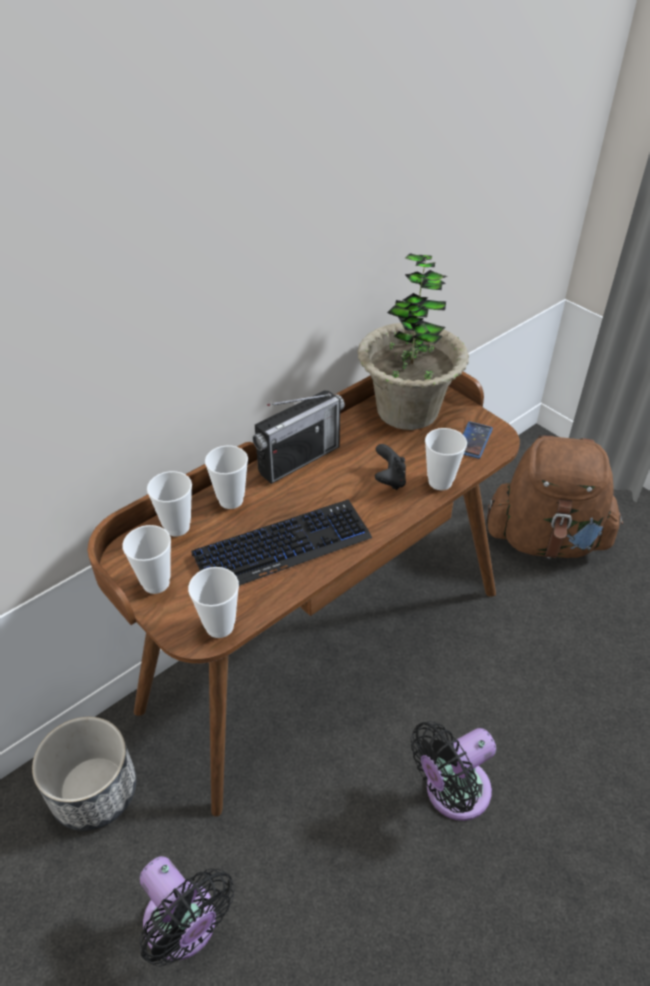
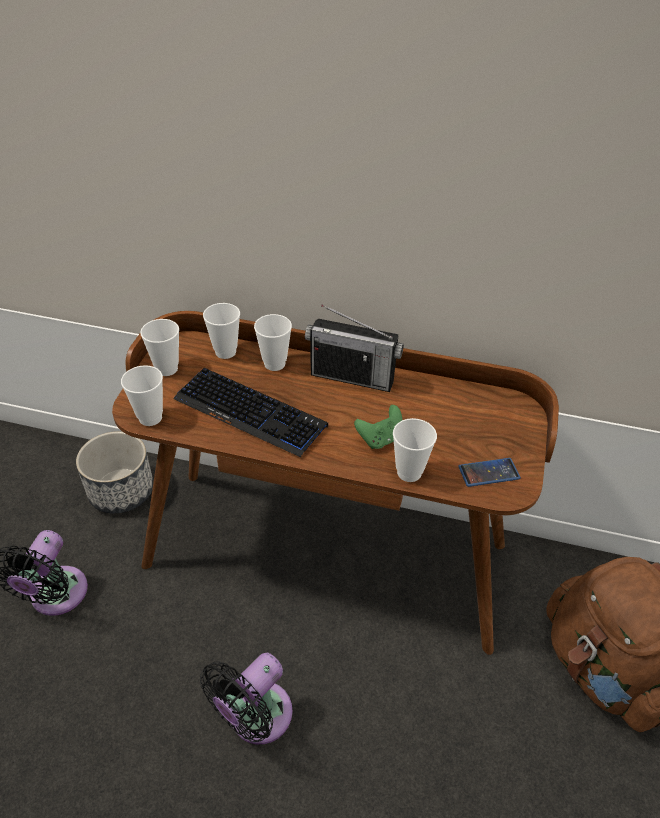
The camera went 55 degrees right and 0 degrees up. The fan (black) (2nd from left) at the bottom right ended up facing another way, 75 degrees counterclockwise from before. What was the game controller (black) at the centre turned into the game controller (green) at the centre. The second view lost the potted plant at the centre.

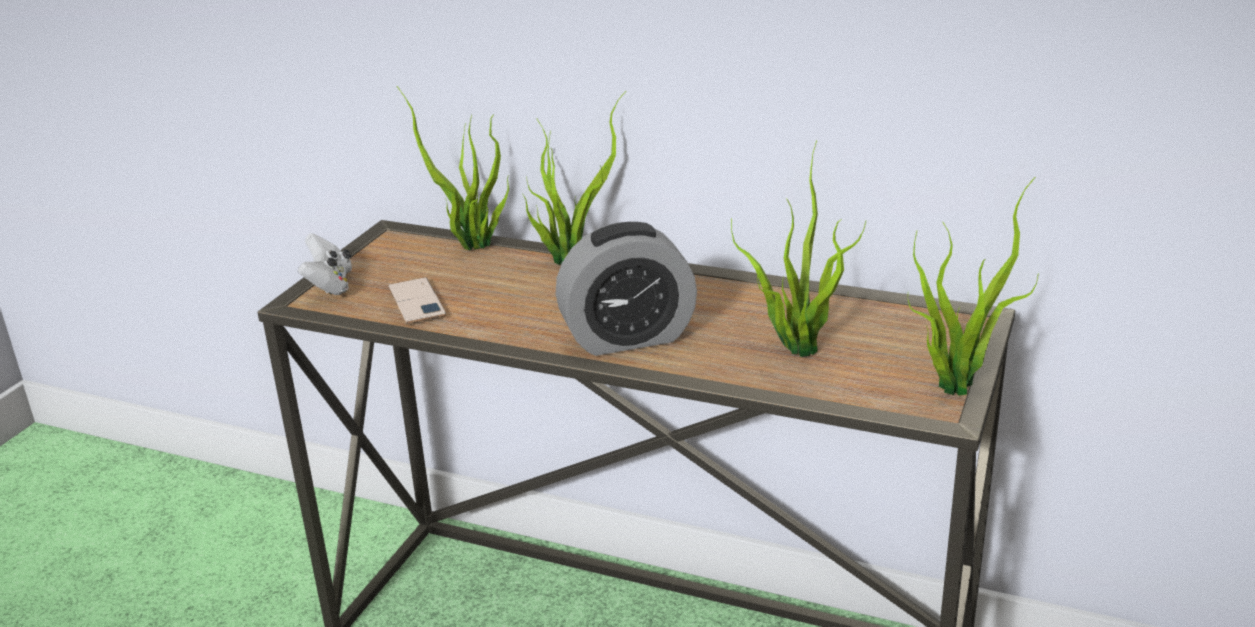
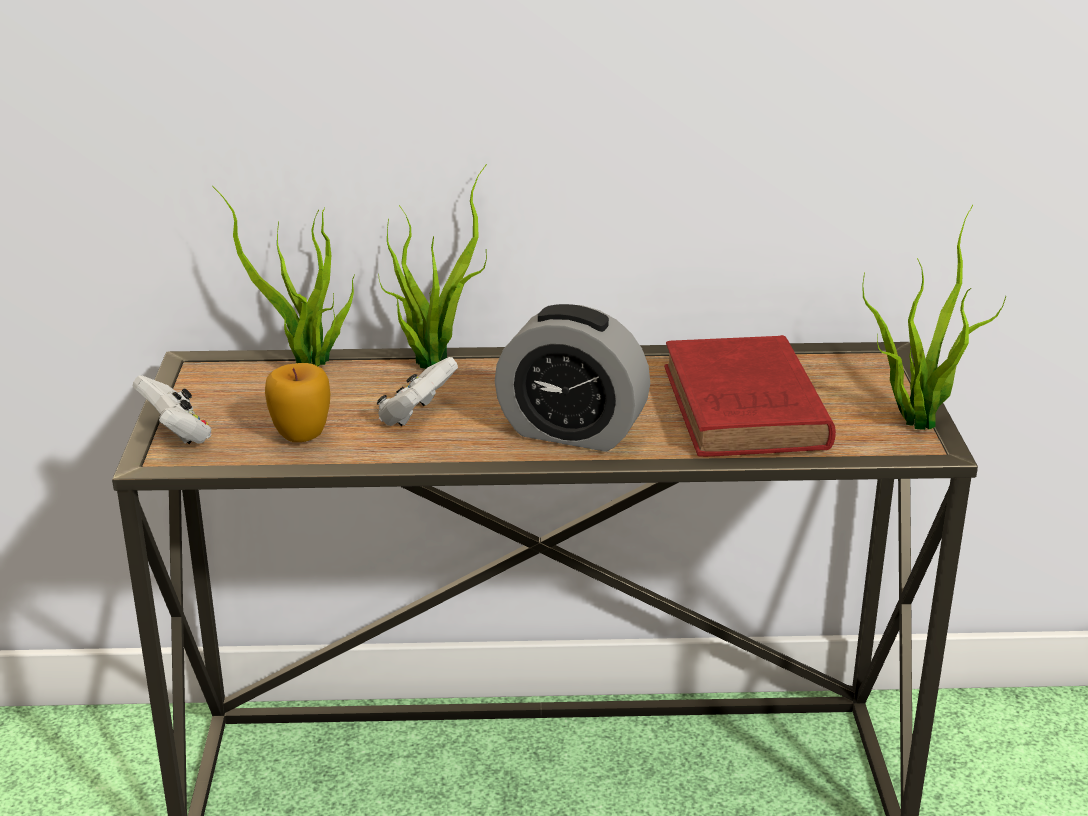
The camera went 25 degrees left and 0 degrees up. Where the phone stood at the middle left, the apple came to stand at the middle left. The second view gained the game controller (white) (2nd from left) at the centre. The alarm clock at the centre ended up facing another way, 60 degrees clockwise from before. Where the potted plant (3rd from left) stood at the centre, the book (red) came to stand at the middle right.

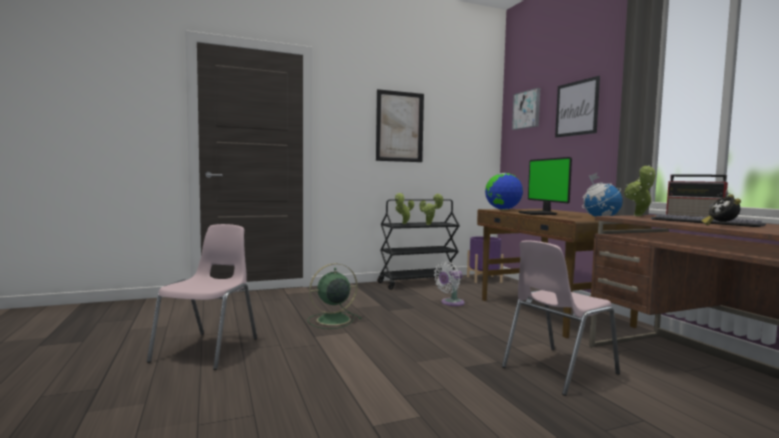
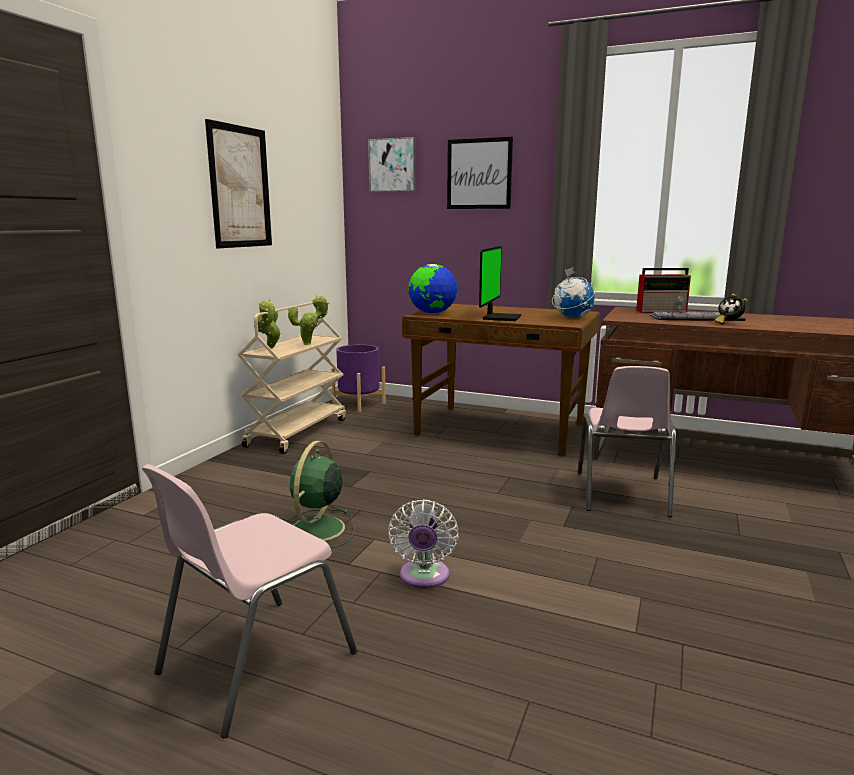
The camera went 45 degrees left and 10 degrees up. The chair (pink) (1st from left) at the bottom left ended up facing another way, 105 degrees counterclockwise from before. What was the cart (black) at the centre turned into the cart (beige) at the centre. The fan (white) ended up elsewhere, having gone from the centre to the bottom centre. The monitor at the middle right ended up facing another way, 105 degrees counterclockwise from before. The second view lost the potted plant (3rd from left) at the middle right.

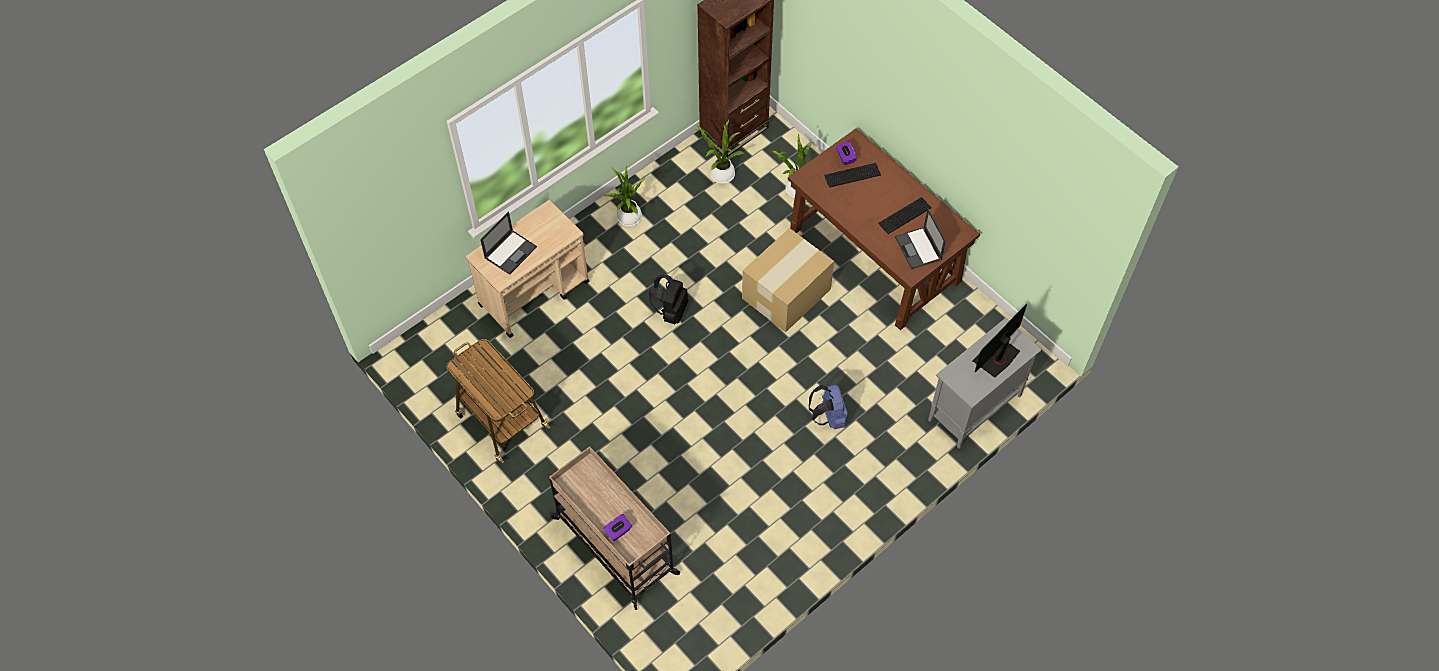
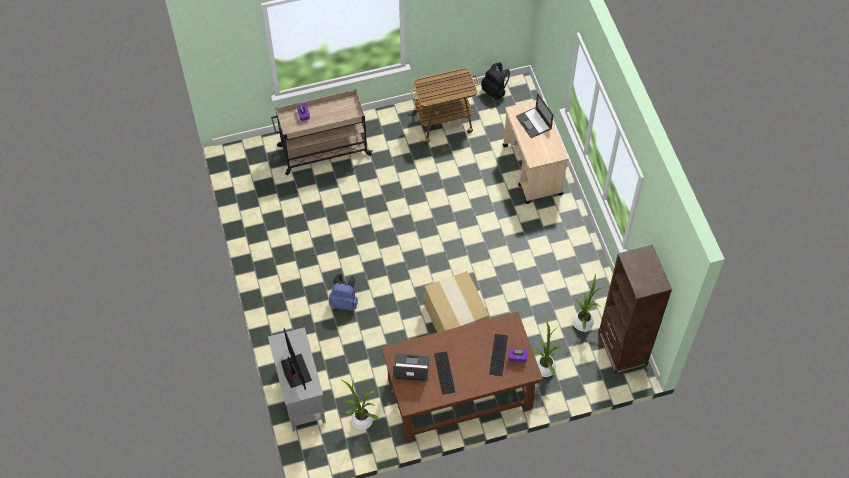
The camera went 115 degrees right and 0 degrees up. The potted plant (1st from left) ended up elsewhere, having gone from the top centre to the bottom centre. The backpack (black) ended up elsewhere, having gone from the centre to the top centre.

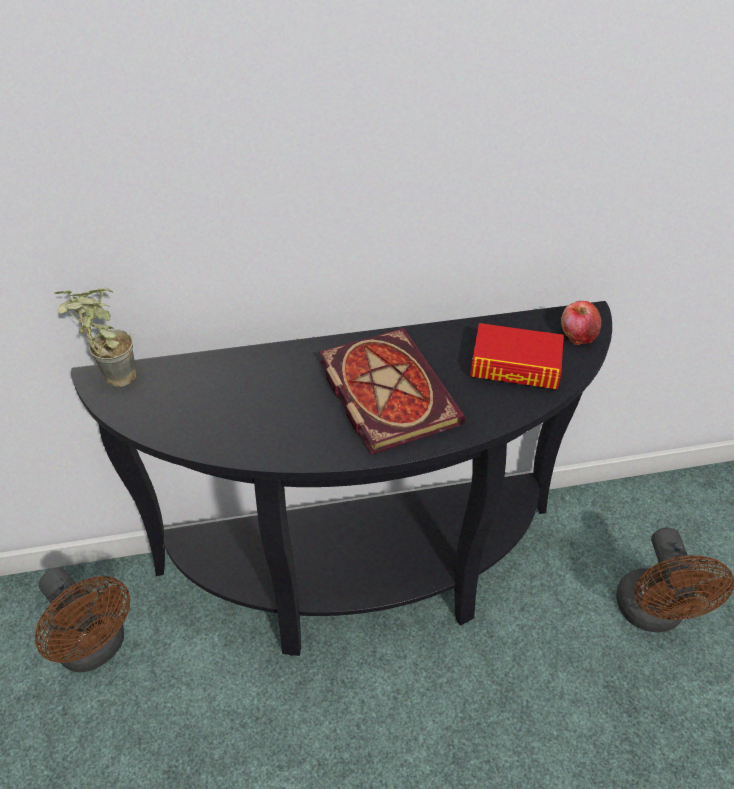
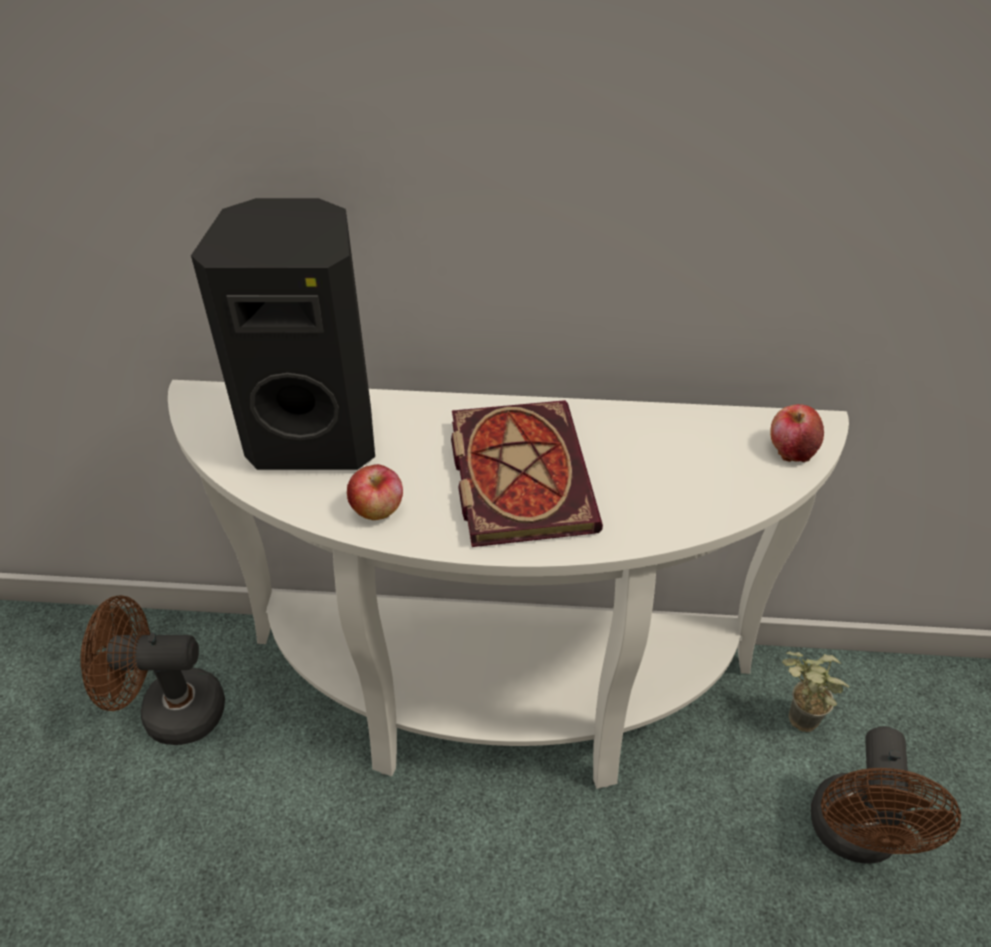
The camera went 15 degrees right and 0 degrees up. The fan (brown) (1st from left) at the bottom left ended up facing another way, 120 degrees clockwise from before. What was the console table (black) at the centre turned into the console table (white) at the centre. The second view gained the speaker (black) at the middle left. The second view gained the apple (1st from left) at the centre. The potted plant ended up elsewhere, having gone from the middle left to the bottom right. The second view lost the book (2nd from left) at the middle right.

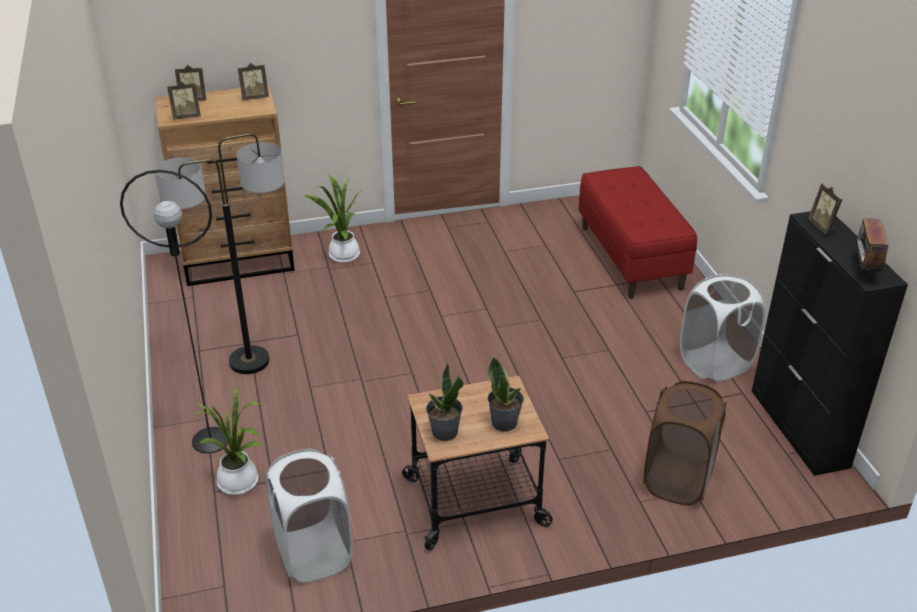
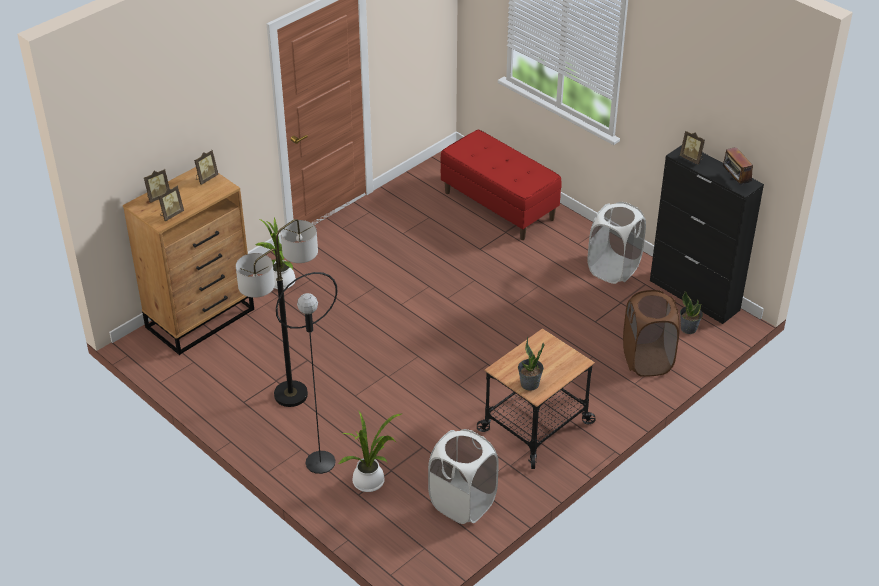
The camera went 30 degrees left and 5 degrees up. The potted plant (4th from left) ended up elsewhere, having gone from the centre to the middle right.

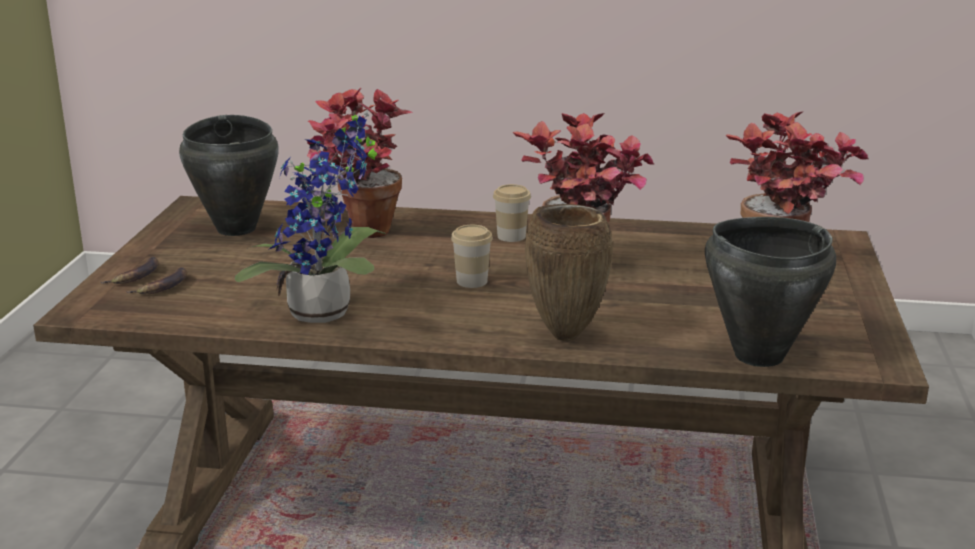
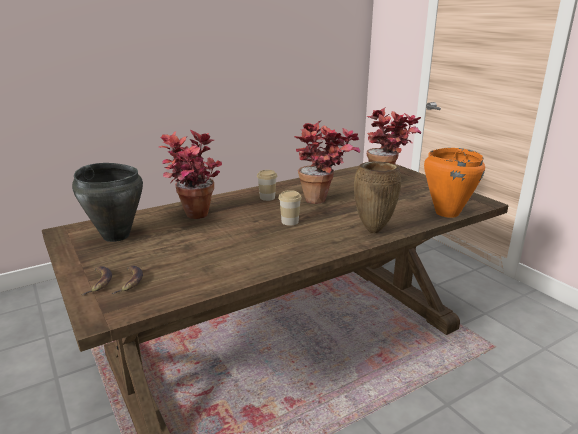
The camera went 40 degrees left and 0 degrees up. What was the cooking pot (black) (2nd from left) at the middle right turned into the cooking pot (orange) at the middle right. The second view lost the potted plant (1st from left) at the middle left.

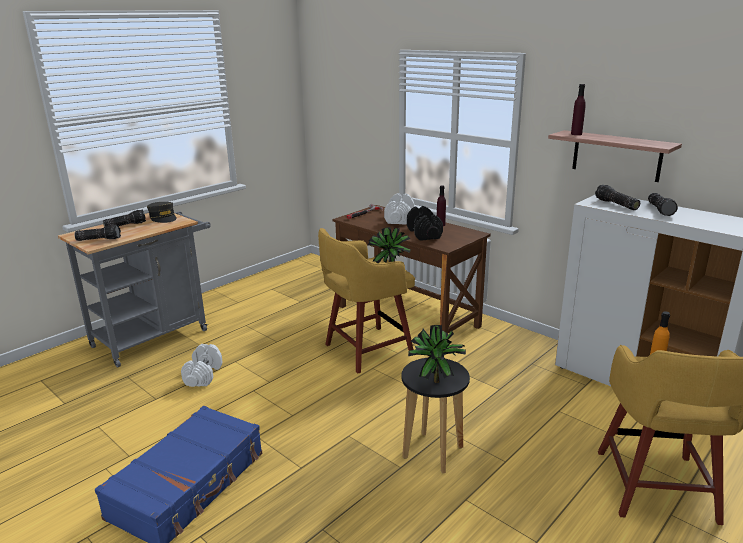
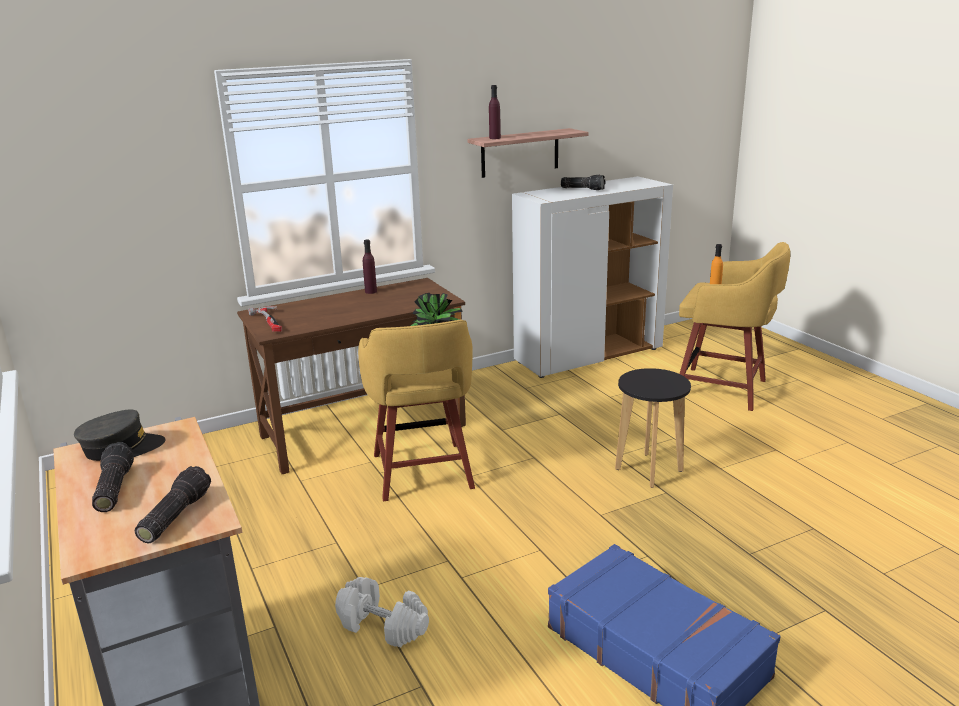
The camera went 70 degrees left and 0 degrees up. The second view lost the dumbbell (white) (2nd from left) at the centre. The second view lost the dumbbell (black) at the centre. The second view lost the potted plant (2nd from left) at the centre. The second view lost the flashlight (3rd from left) at the middle right.

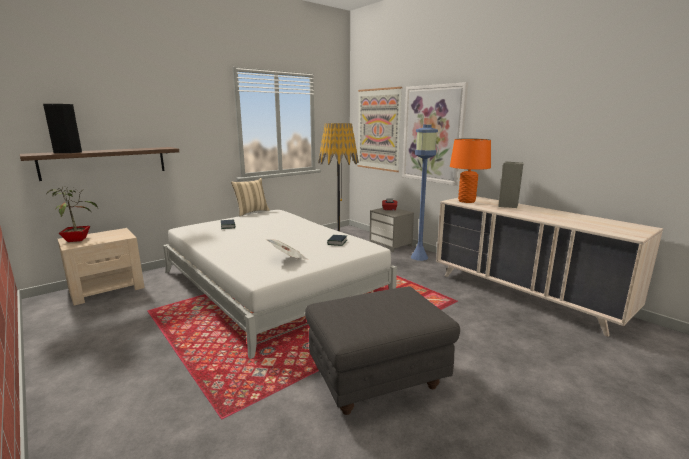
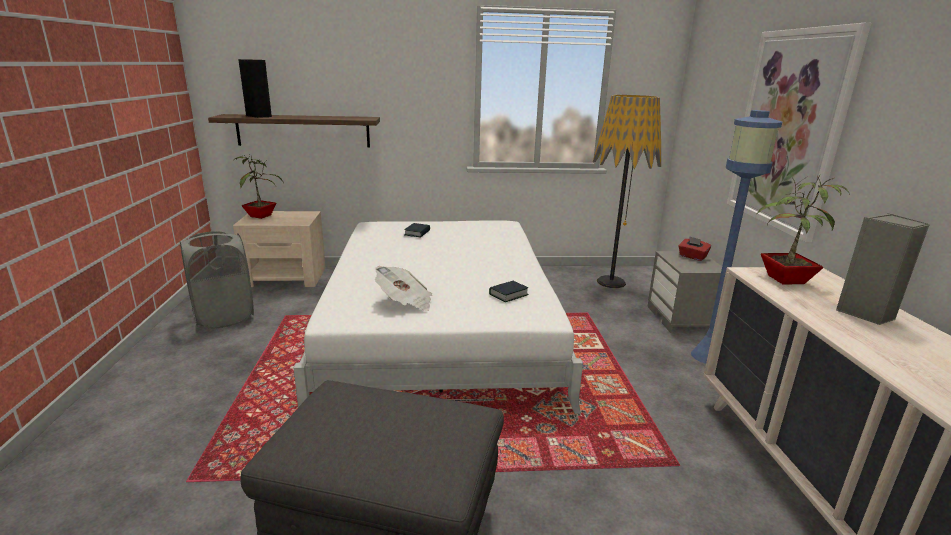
The camera went 35 degrees right and 5 degrees up. The second view gained the laundry basket (grey) at the middle left. Where the table lamp (orange) stood at the middle right, the potted plant (2nd from left) came to stand at the middle right. The second view lost the pillow (beige) at the centre. The second view lost the picture (1st from left) at the top centre.

